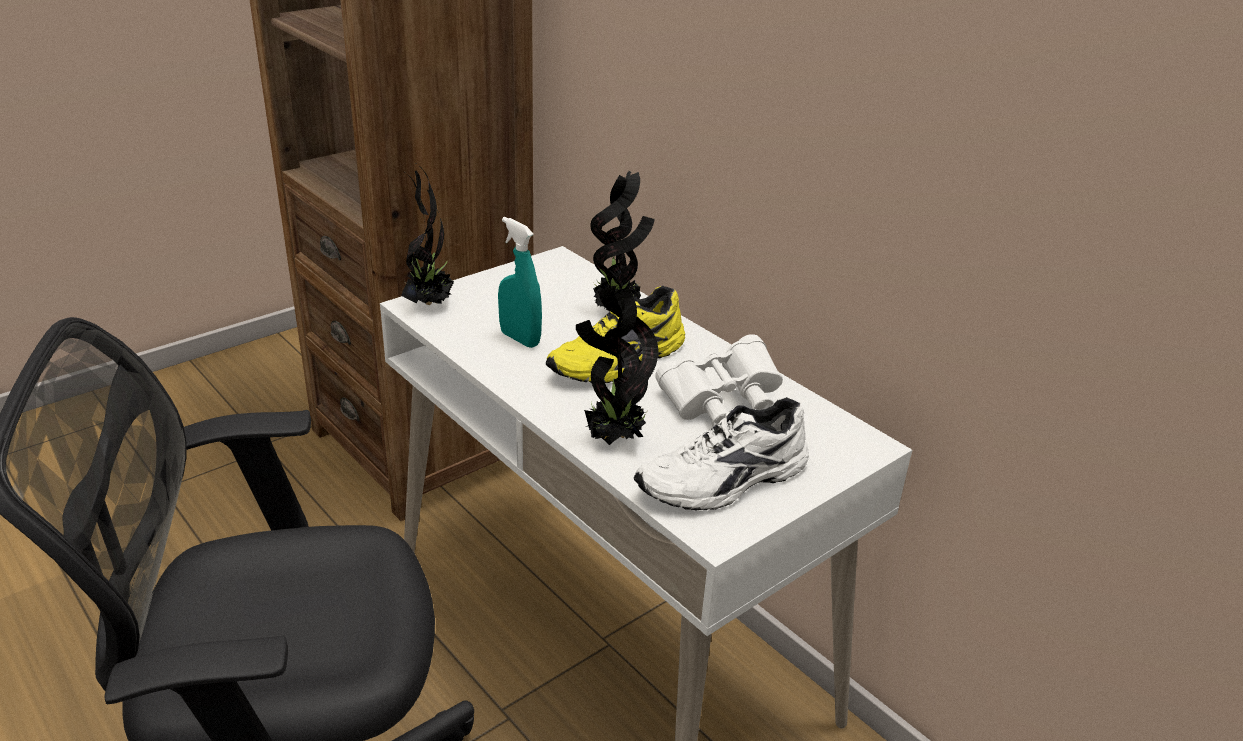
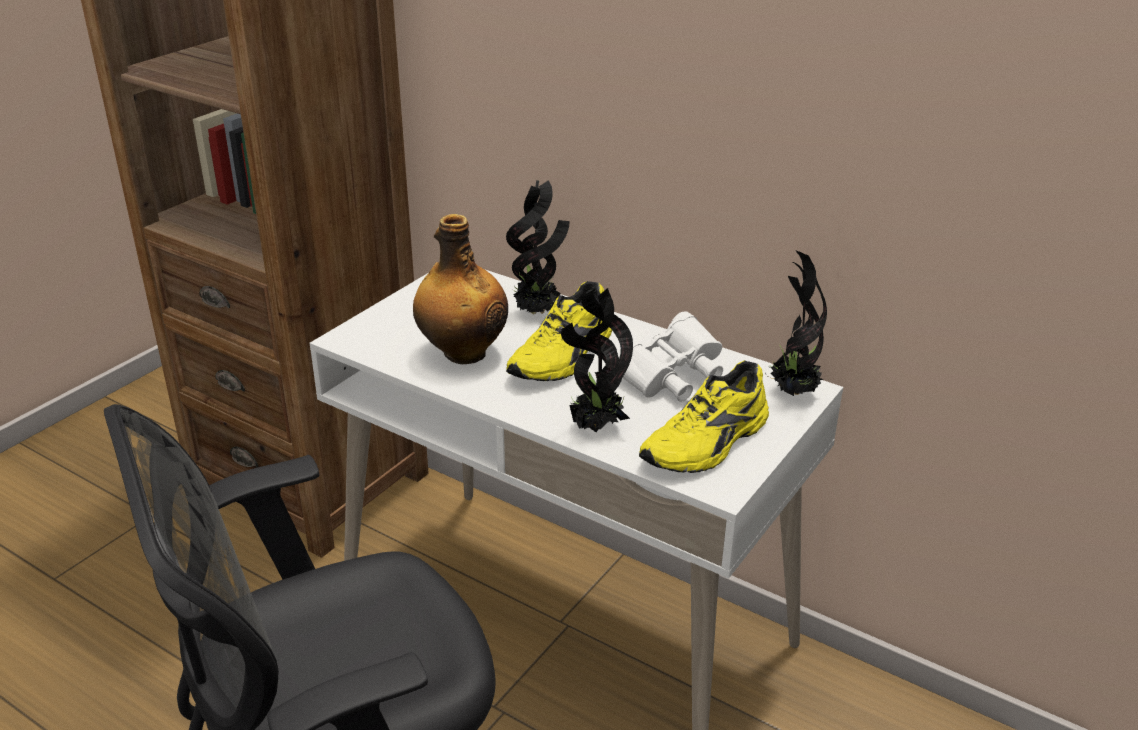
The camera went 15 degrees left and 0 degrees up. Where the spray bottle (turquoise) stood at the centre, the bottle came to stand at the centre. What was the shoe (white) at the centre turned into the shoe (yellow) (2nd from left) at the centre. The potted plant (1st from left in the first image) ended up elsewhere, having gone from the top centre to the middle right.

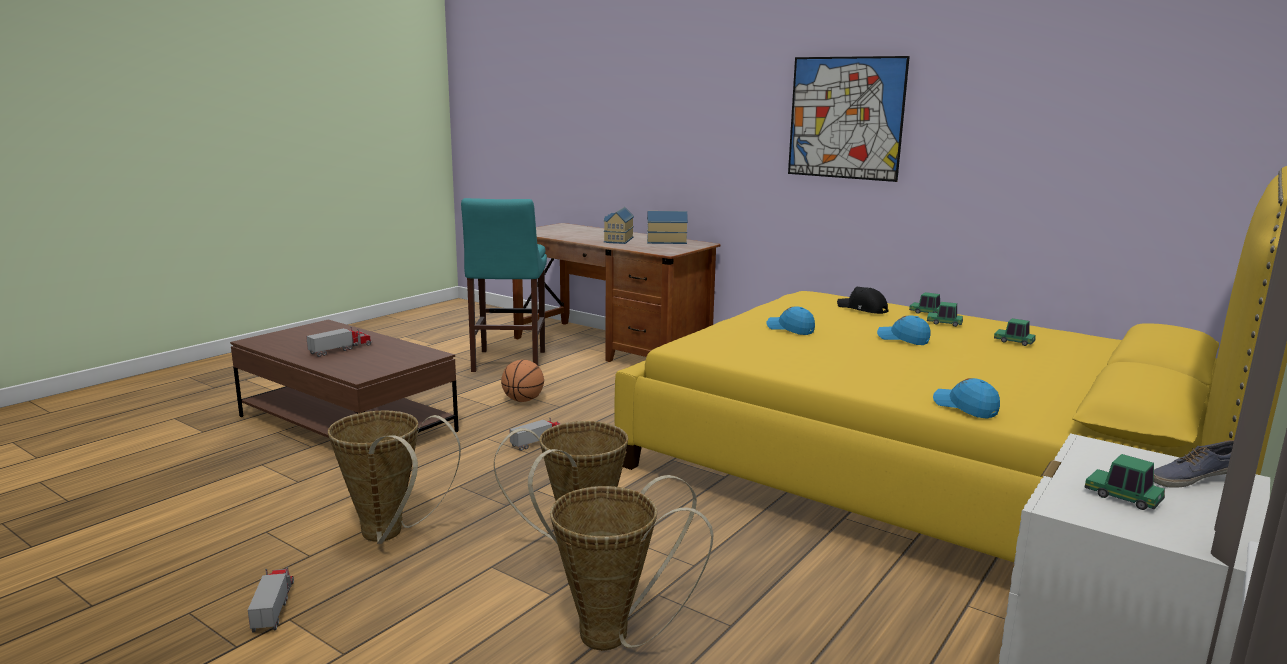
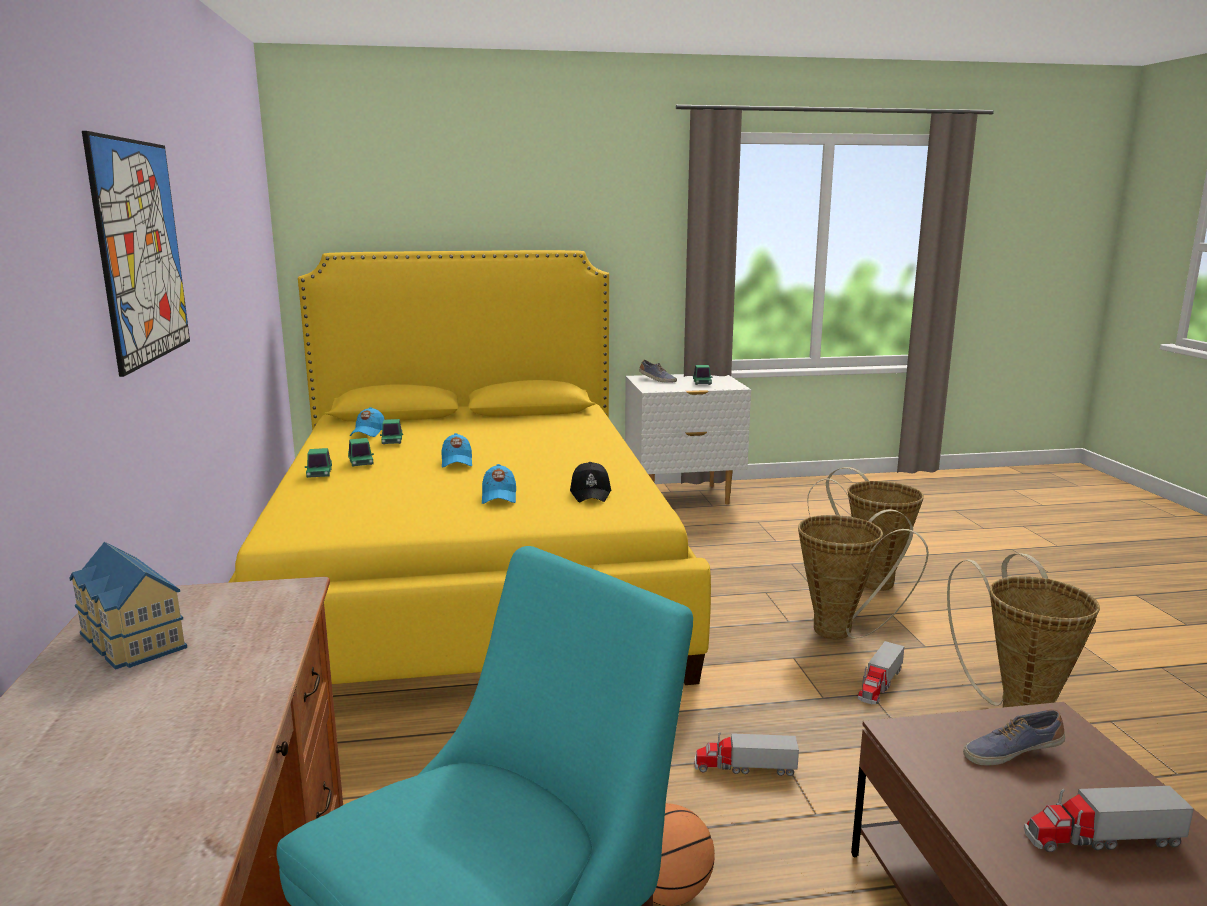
The camera went 135 degrees left and 0 degrees up. The cap (blue) (3rd from left in the first image) ended up elsewhere, having gone from the middle right to the middle left. The cap (black) ended up elsewhere, having gone from the middle right to the centre. The toy truck (1st from left in the first image) ended up elsewhere, having gone from the bottom left to the bottom right. The second view gained the shoe (2nd from left) at the bottom right. The second view lost the toy house (1st from left) at the centre.

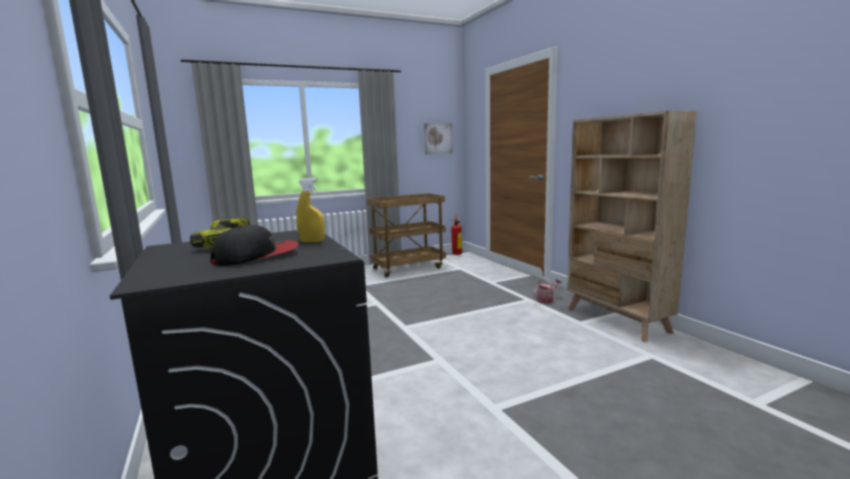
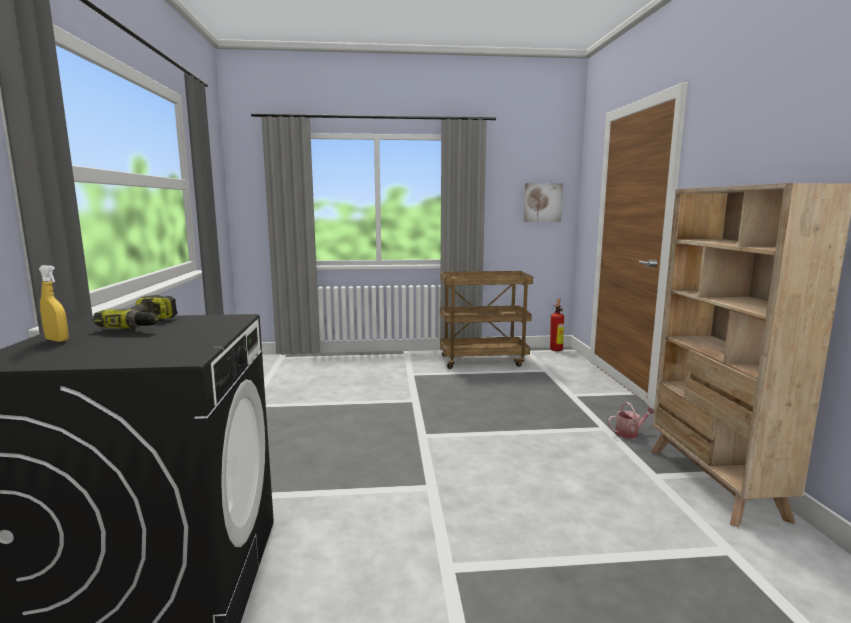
The camera went 20 degrees right and 0 degrees up. The spray bottle (yellow) ended up elsewhere, having gone from the centre to the middle left. The second view lost the cap at the middle left.

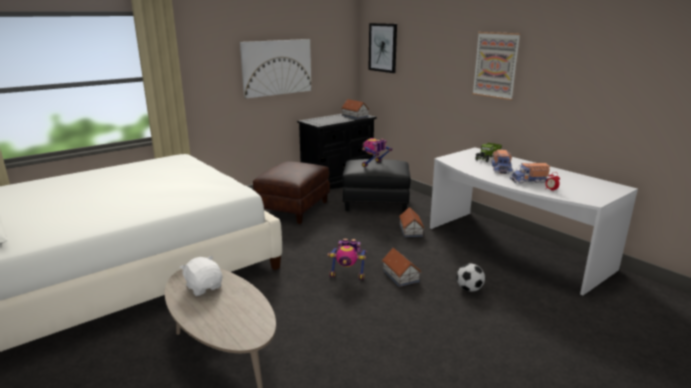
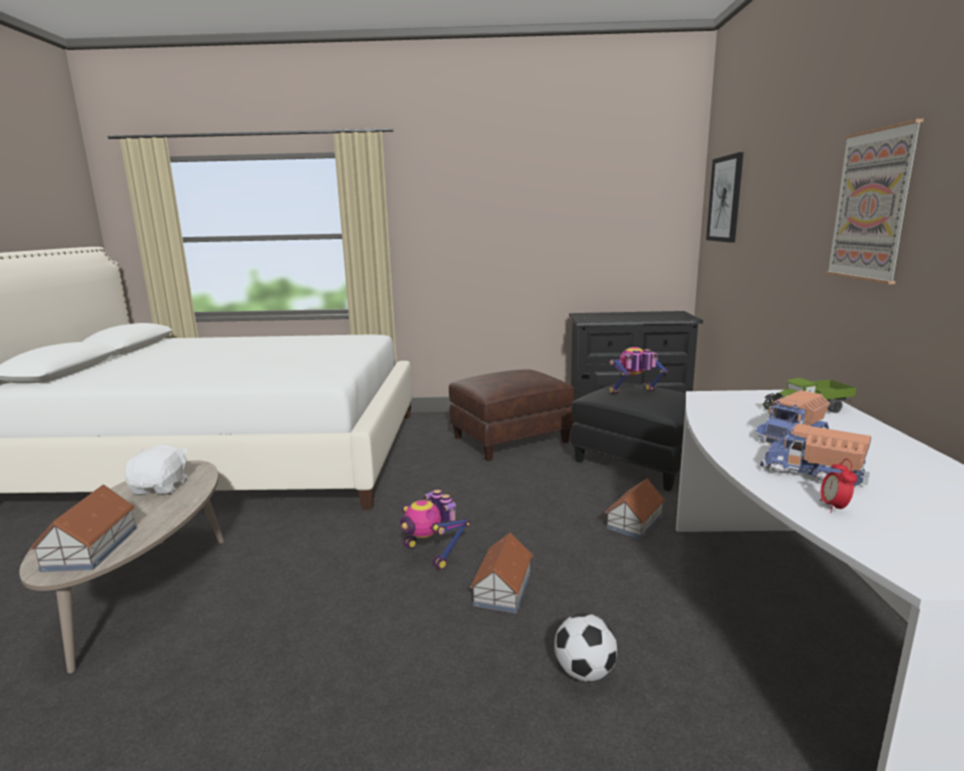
The camera went 40 degrees right and 5 degrees down. The toy house (1st from left) ended up elsewhere, having gone from the top centre to the bottom left. The second view lost the picture (1st from left) at the top centre.

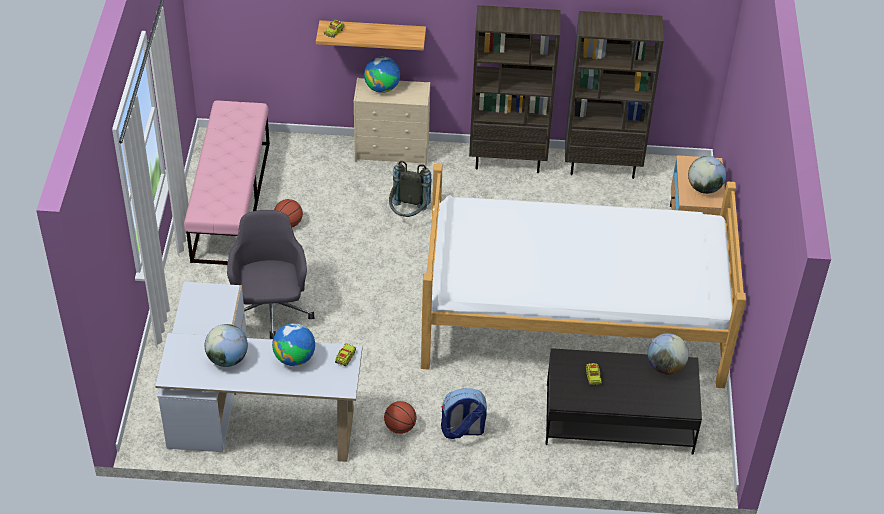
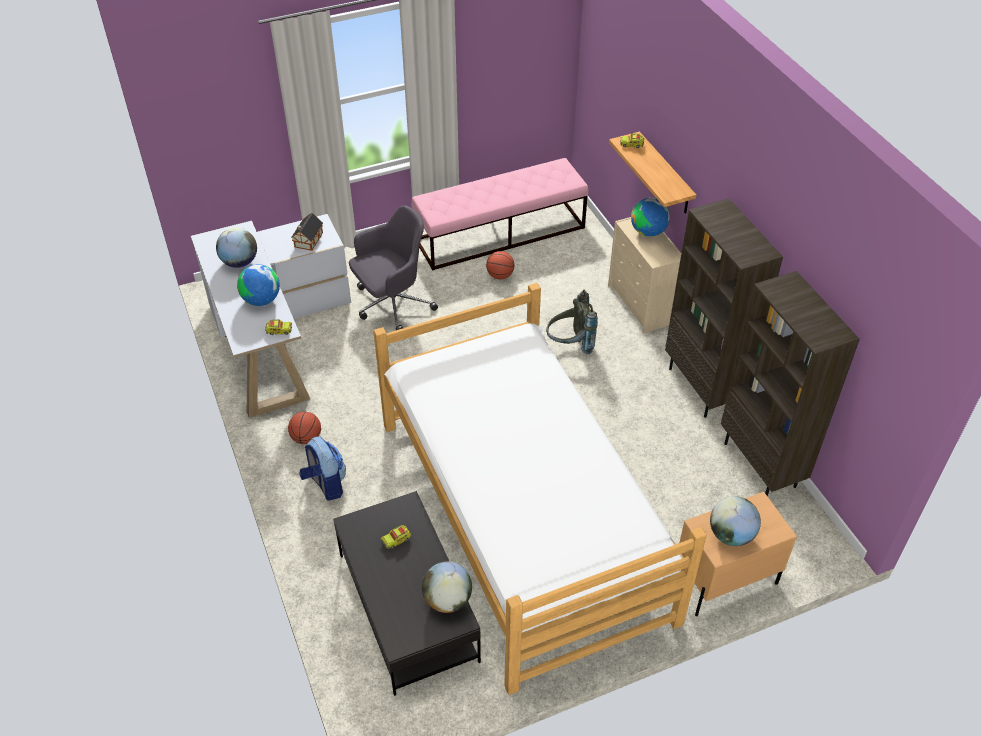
The camera went 65 degrees right and 0 degrees up. The second view gained the toy house at the top left.

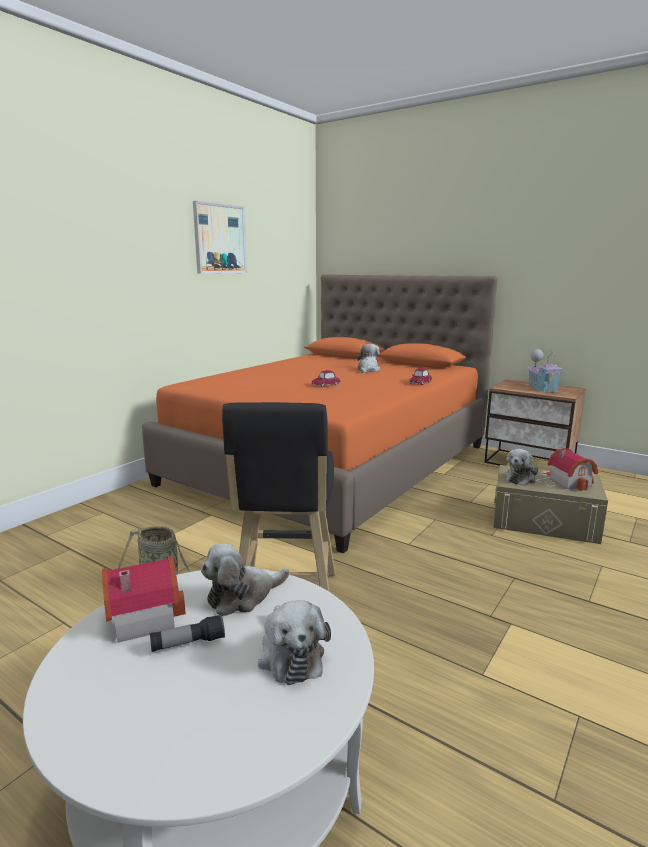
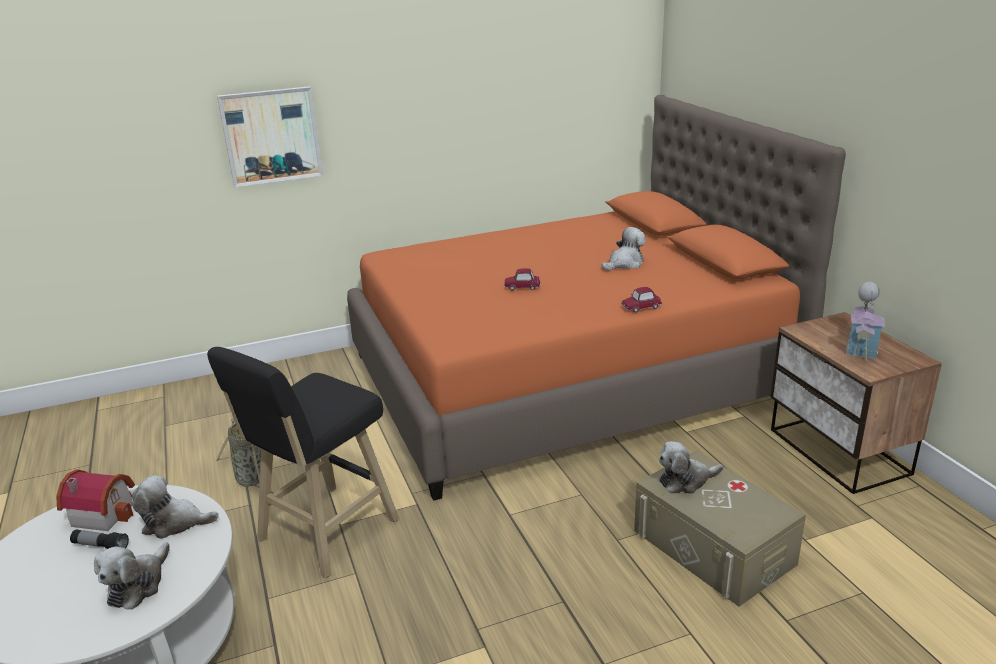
The camera went 35 degrees right and 10 degrees up. The picture ended up elsewhere, having gone from the top centre to the top left. The second view lost the toy house (3rd from left) at the middle right.

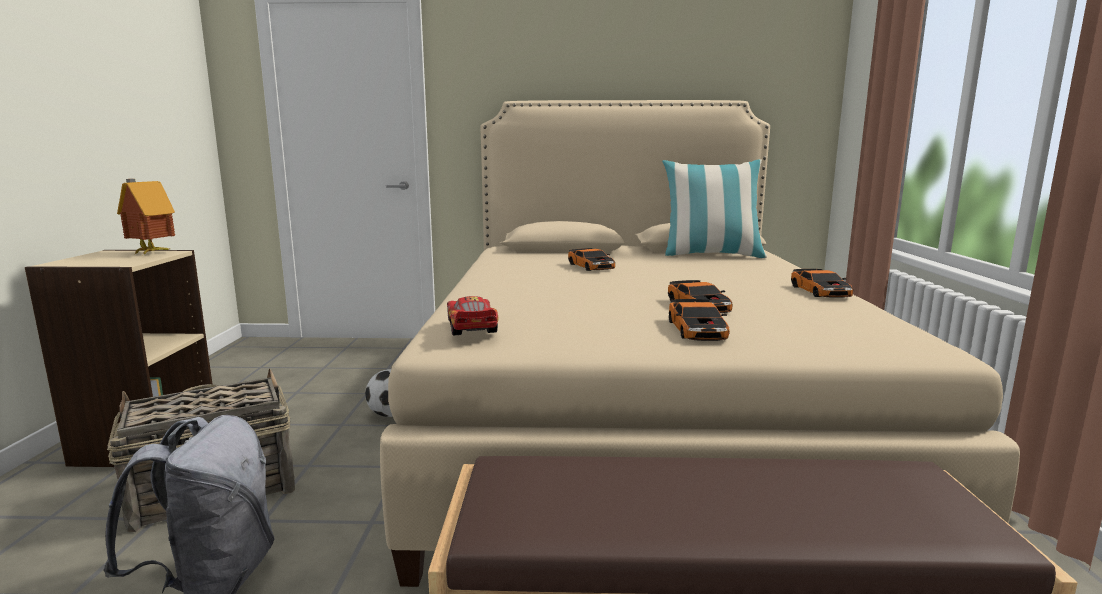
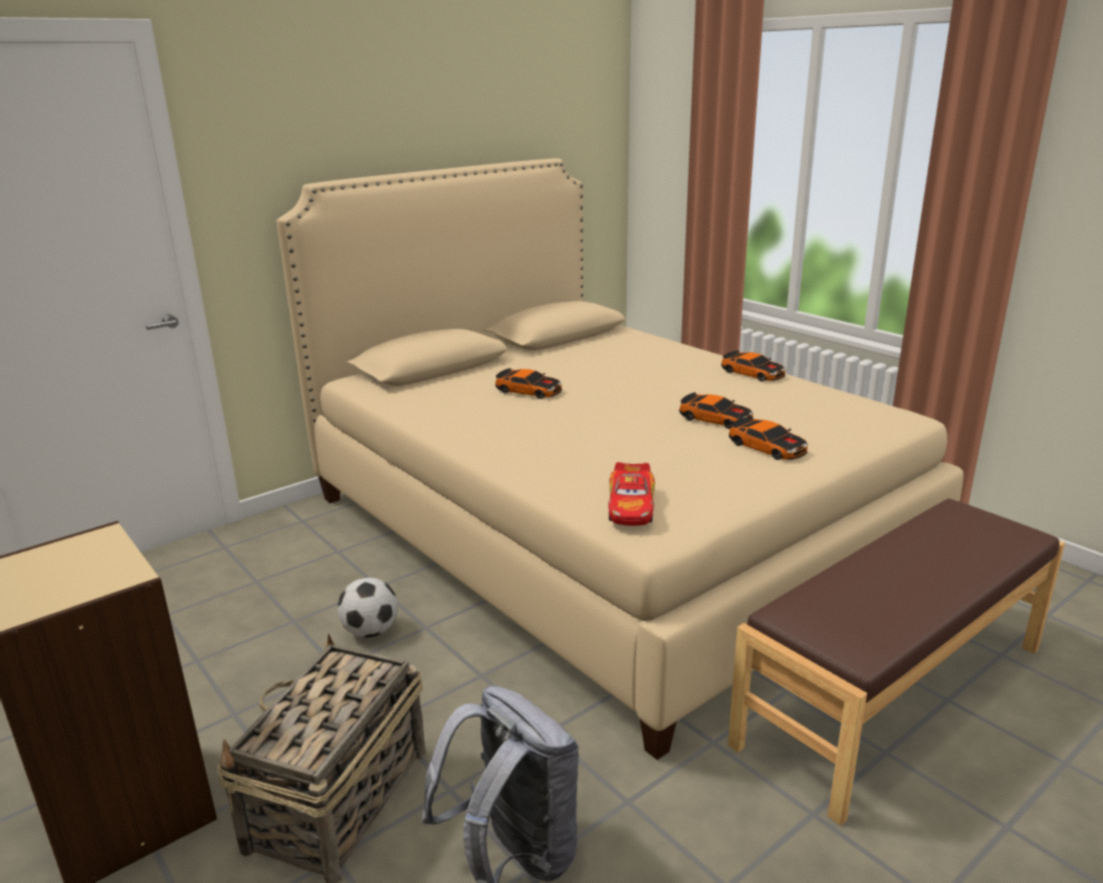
The camera went 40 degrees left and 10 degrees up. The toy car (1st from left in the first image) at the centre ended up facing another way, 120 degrees counterclockwise from before. The second view lost the toy house at the middle left. The second view lost the pillow at the centre.

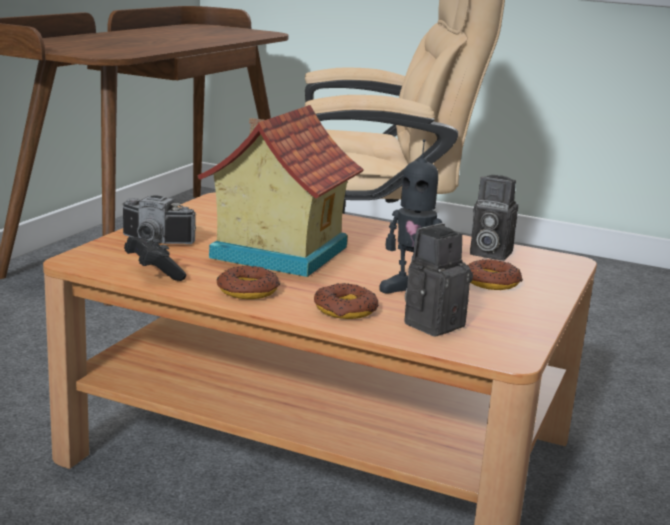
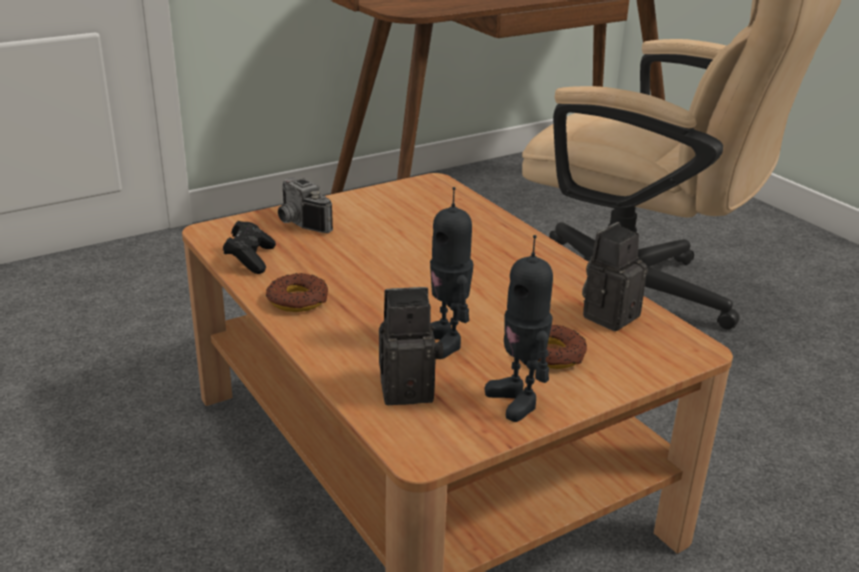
The camera went 35 degrees right and 10 degrees up. The second view gained the toy robot (2nd from left) at the centre. The photo camera (3rd from left) at the middle right ended up facing another way, 75 degrees clockwise from before. The second view lost the toy house at the centre. The second view lost the donut (2nd from left) at the centre.

